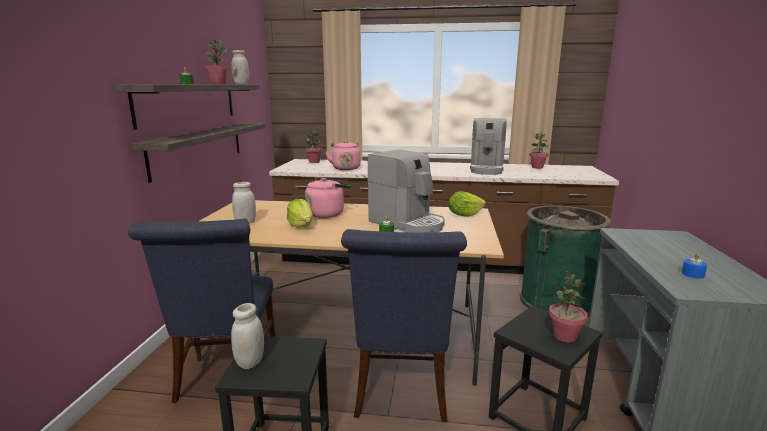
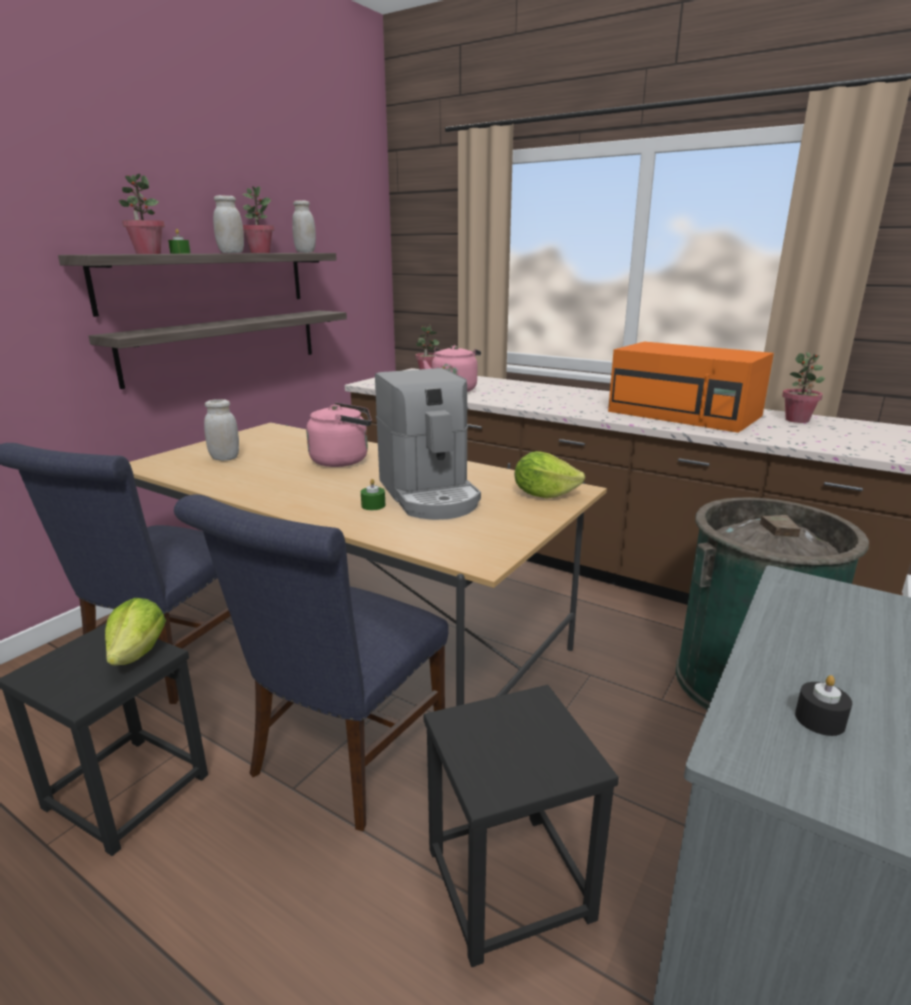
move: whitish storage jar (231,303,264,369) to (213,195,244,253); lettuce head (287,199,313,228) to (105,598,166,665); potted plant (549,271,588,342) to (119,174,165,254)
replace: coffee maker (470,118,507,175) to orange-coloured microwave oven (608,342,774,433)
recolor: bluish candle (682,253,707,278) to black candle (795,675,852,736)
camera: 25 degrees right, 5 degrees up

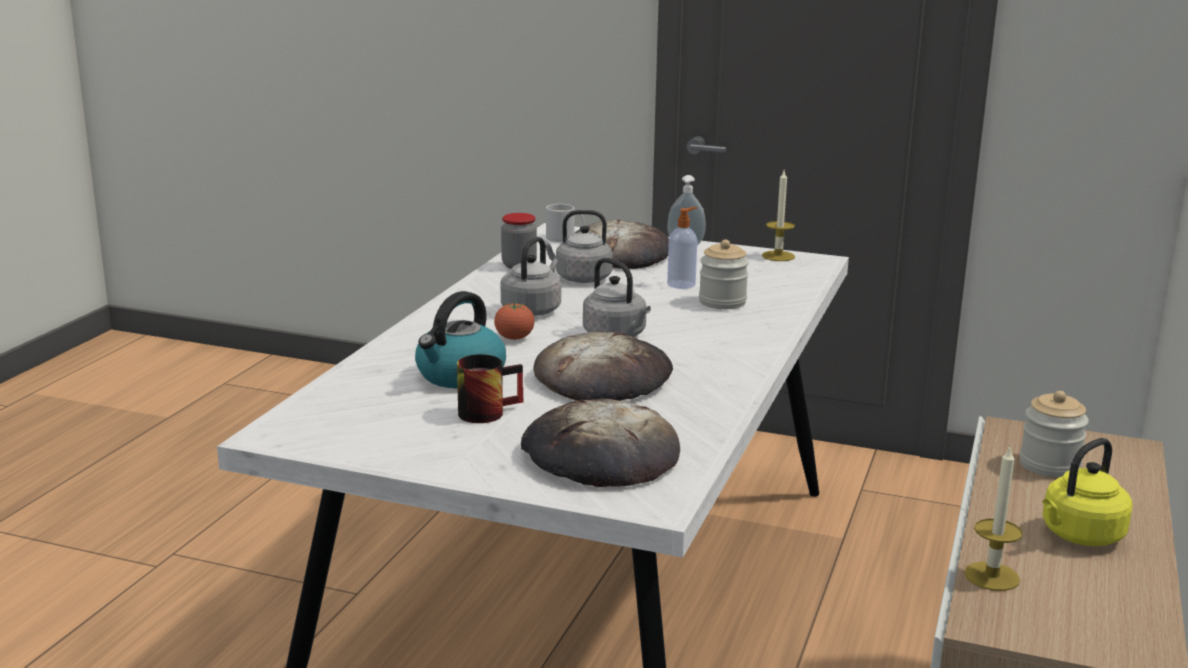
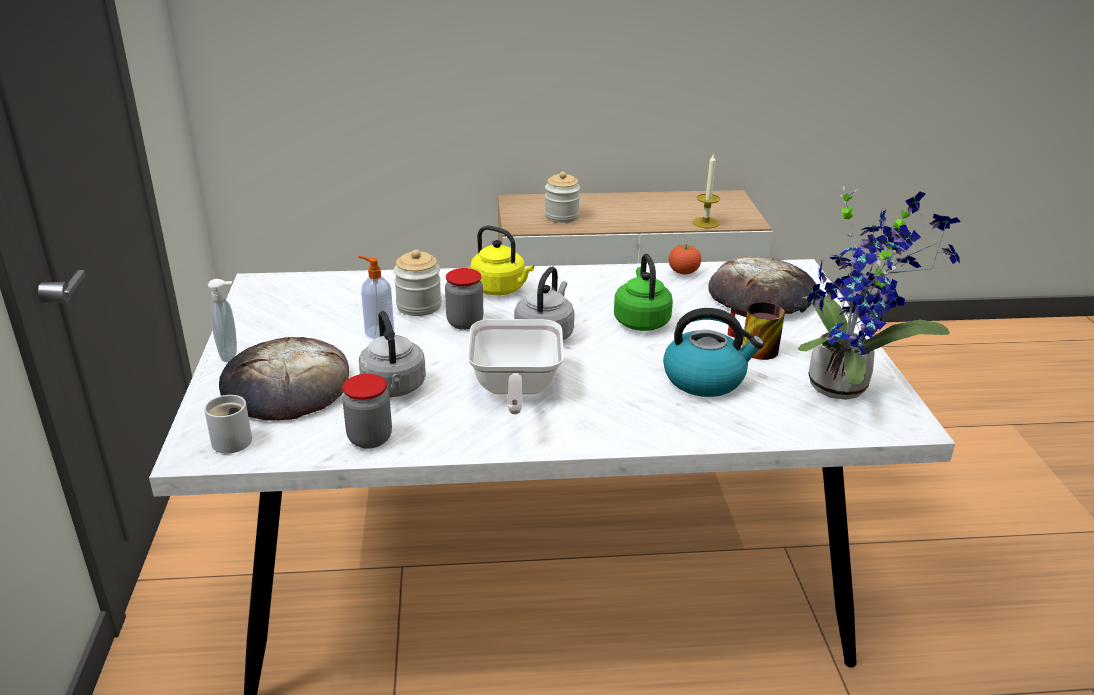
delete: candle (762,171,795,261)
insert: storage jar (445,268,483,330); potted plant (798,186,961,400)
move: fresh tomato (494,301,535,340) to (669,244,701,274); yellowish water kettle (1042,438,1133,546) to (470,225,534,295)
replace: gray water kettle (501,237,561,316) to pan (467,319,564,415); bread (533,331,673,401) to green-coloured water kettle (614,254,673,331)
camera: 115 degrees left, 10 degrees up

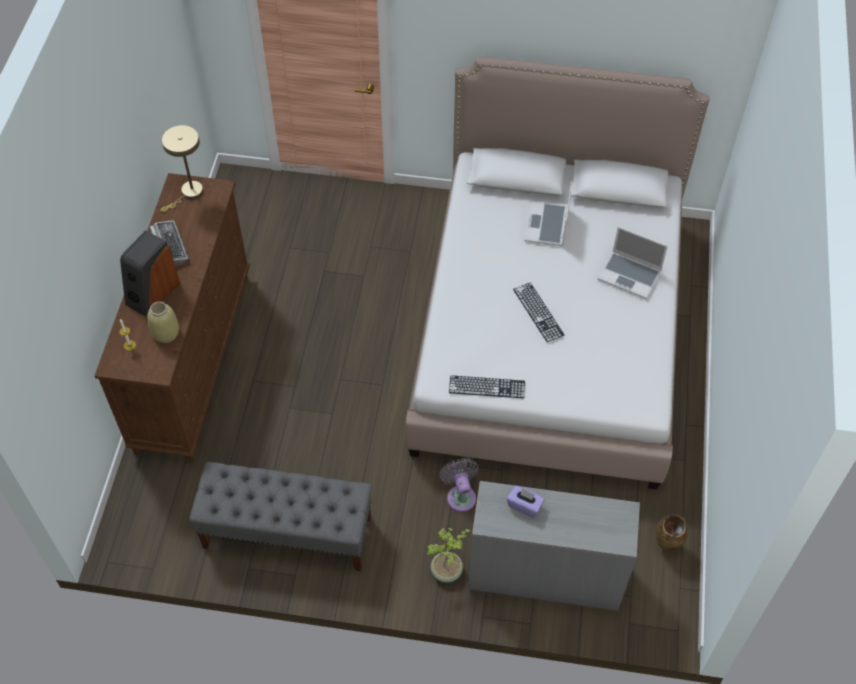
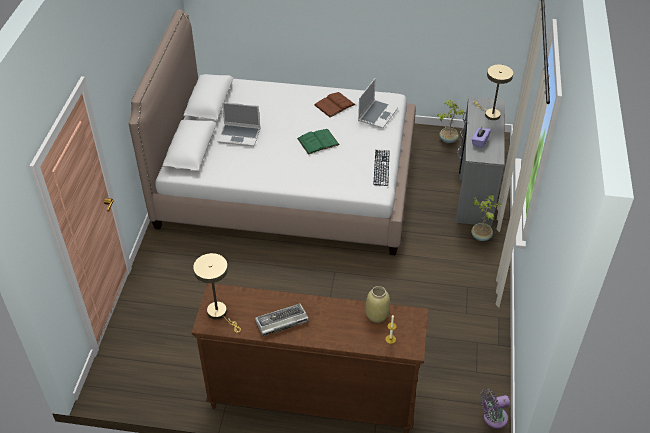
delete: speaker (120,230,180,316); gray indoor bench (189,462,372,571)
insert: brownish bound book (314,92,355,118); beige lamp for a table (473,65,513,120)
move: gray cooling fan (439,458,478,512) to (480,388,510,429); portable computer (598,227,668,299) to (358,78,398,129)
replace: computer keyboard (513,283,564,342) to green-coloured bound book (297,129,339,155); brownish vase (656,514,689,551) to potted plant (437,100,464,143)
camera: 90 degrees left, 10 degrees down

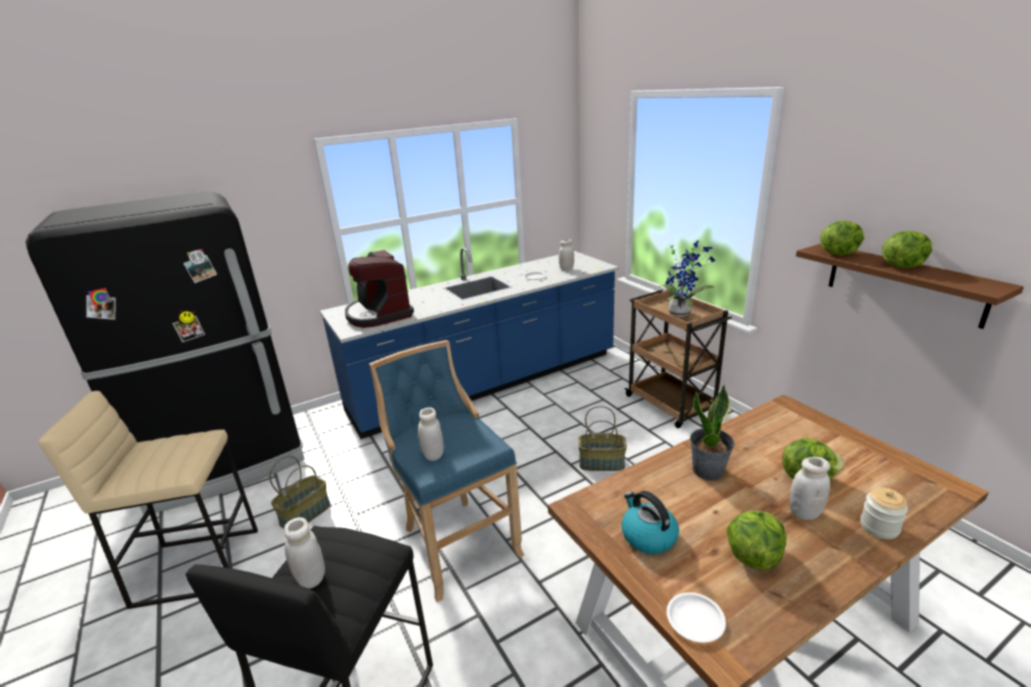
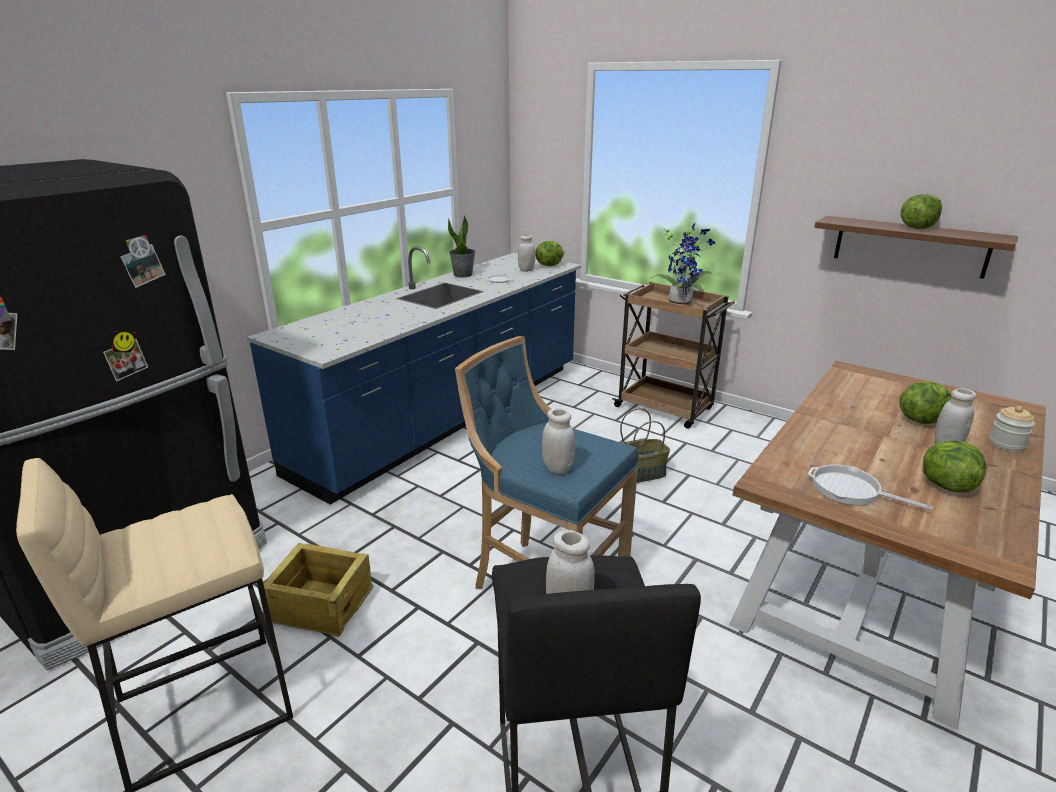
delete: coffee maker (345,250,414,328); whitish flat dish (667,592,726,642)
move: potted plant (690,384,735,480) to (448,215,475,277); lettuce head (820,221,865,255) to (535,241,565,266)
replace: basket (269,456,330,529) to packing crate (263,543,373,636); water kettle (622,491,679,554) to pan (808,464,932,510)
camera: 25 degrees left, 0 degrees up

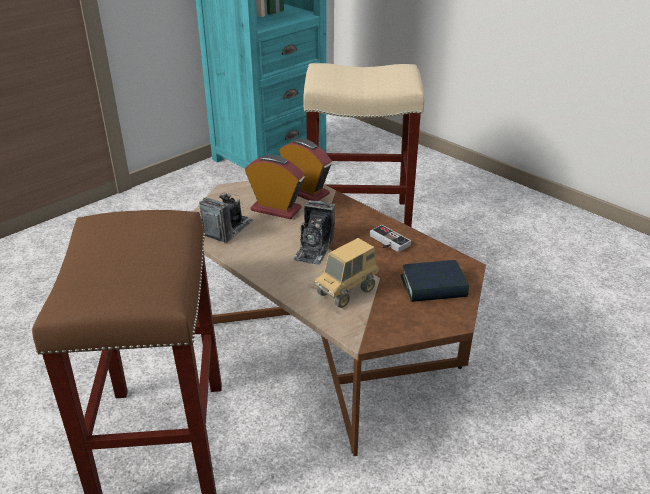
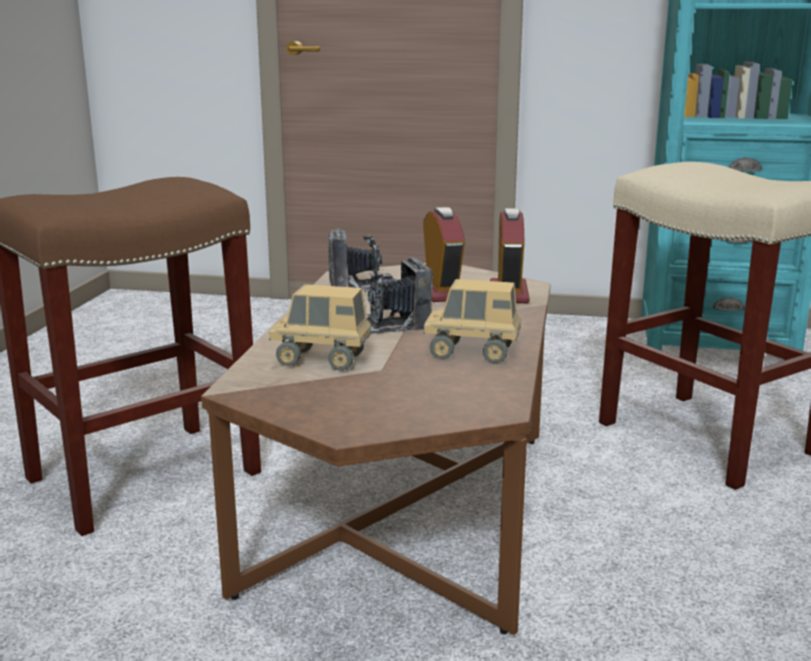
delete: bound book (401,260,469,302)
replace: gamepad (370,225,411,252) to toy lorry (423,279,521,364)
camera: 55 degrees right, 15 degrees down

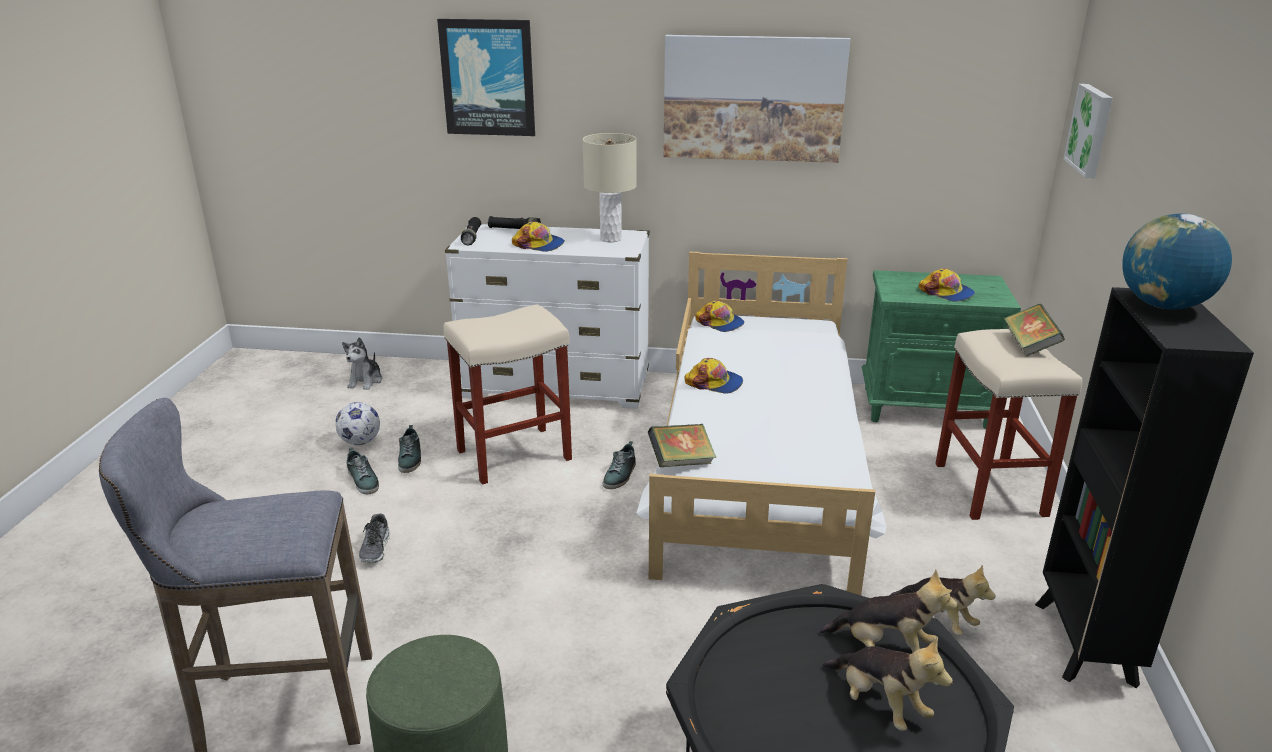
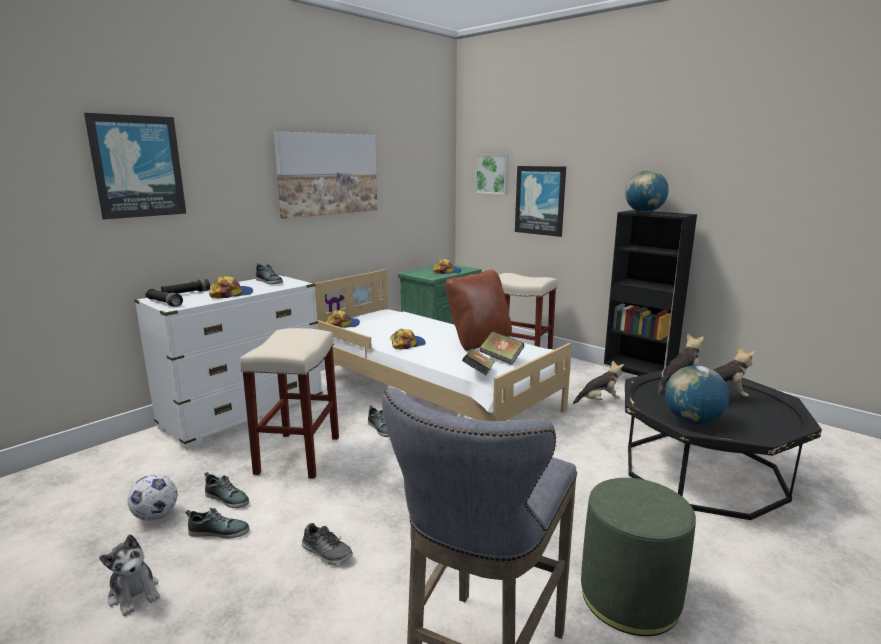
insert: brownish throw pillow (446,270,512,351); wall art (515,166,566,237); desk globe (665,365,729,424)
move: soft toy (342,337,382,390) to (99,534,160,616); bound book (1004,304,1065,356) to (480,331,524,365)
replace: beige lamp for a table (583,133,637,243) to item of footwear (256,263,283,284)
camera: 55 degrees left, 10 degrees down

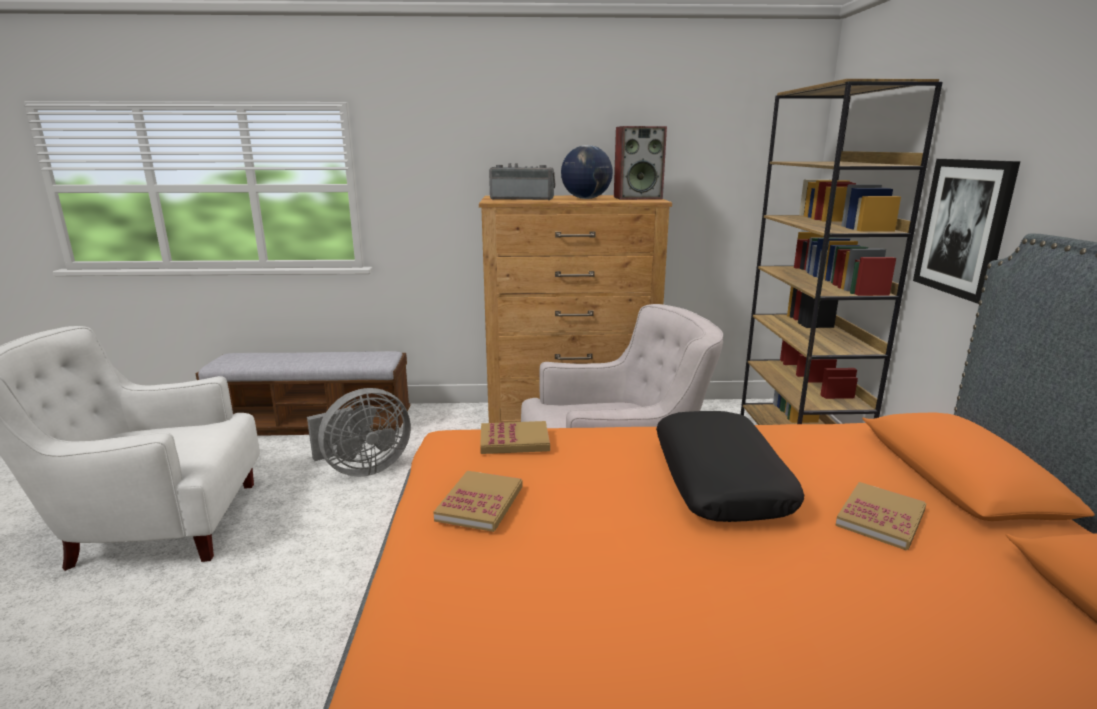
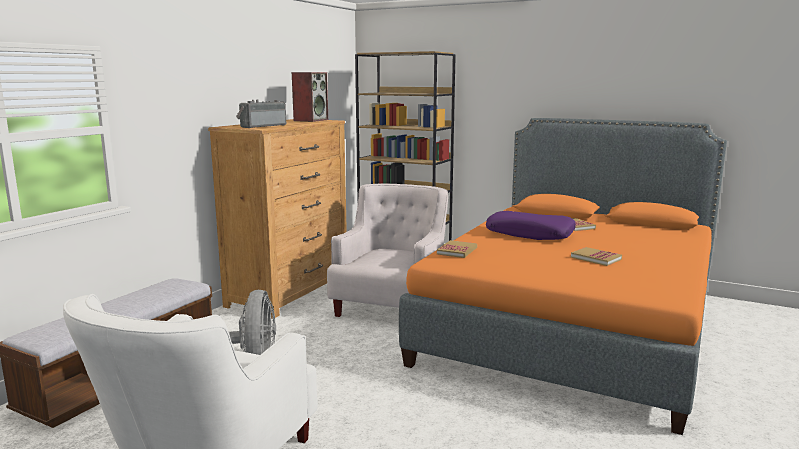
delete: desk globe (561,145,613,199); wall art (913,159,1020,304)
move: bound book (433,471,523,532) to (571,247,622,266)
recolor: black throw pillow (656,411,804,522) to purplish throw pillow (486,211,576,240)
camera: 60 degrees left, 5 degrees down

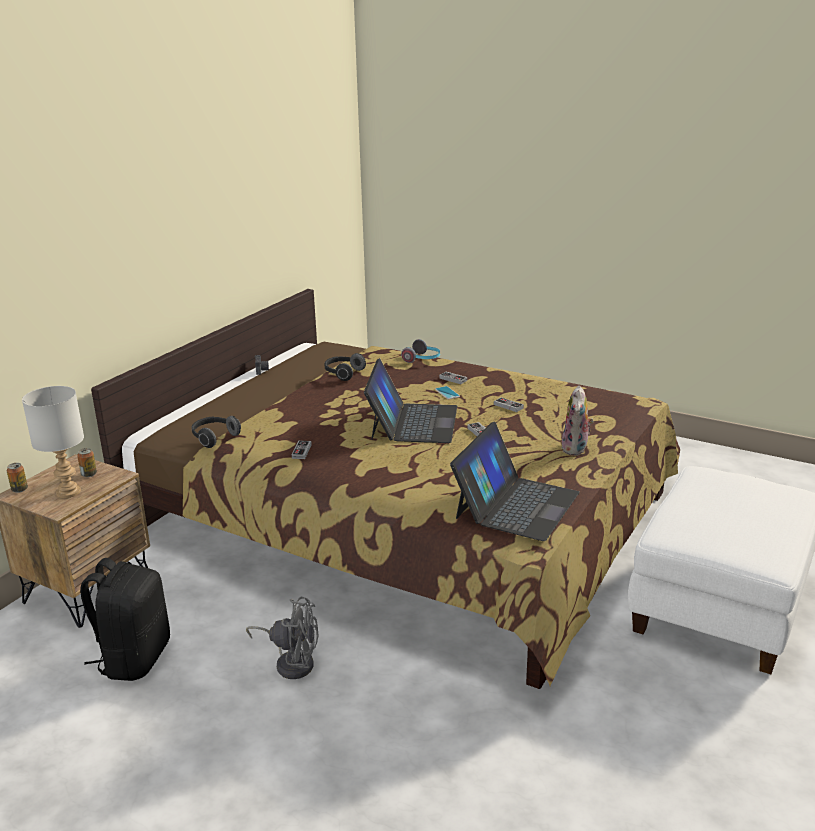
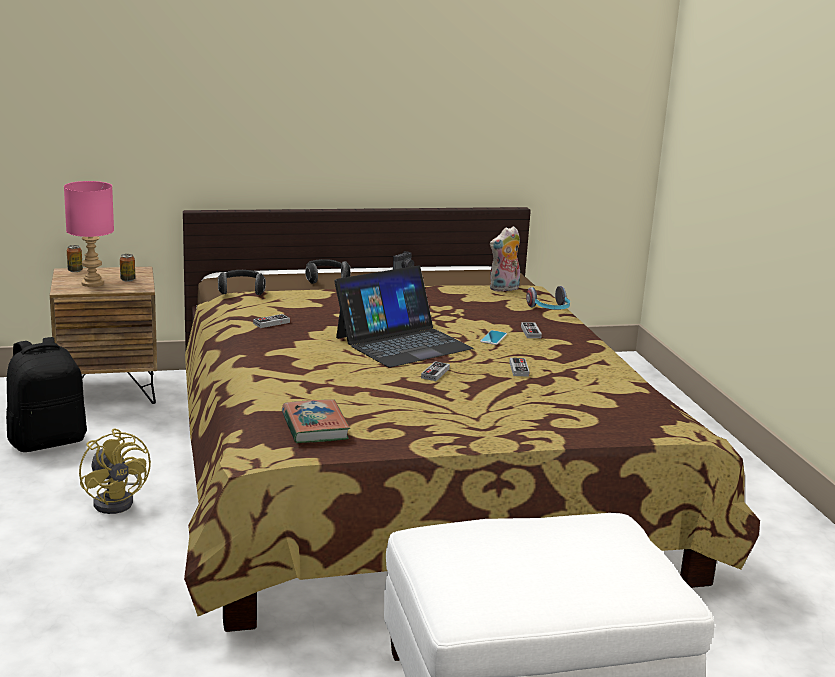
move: pair of headphones (325,353,366,381) to (305,259,351,284); soft toy (561,386,594,456) to (490,226,520,292)
replace: portable computer (450,422,580,541) to bound book (282,399,350,443)
recolor: gray lamp for a table (22,386,84,498) to pink lamp for a table (64,181,114,287); gray cooling fan (246,597,319,679) to yellowish cooling fan (79,428,151,514)
camera: 45 degrees right, 5 degrees down

